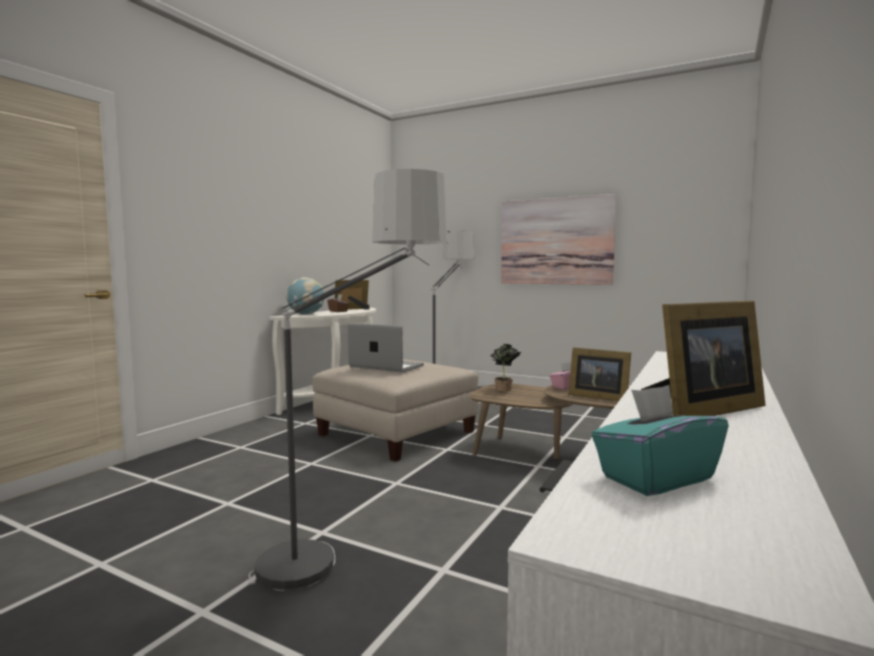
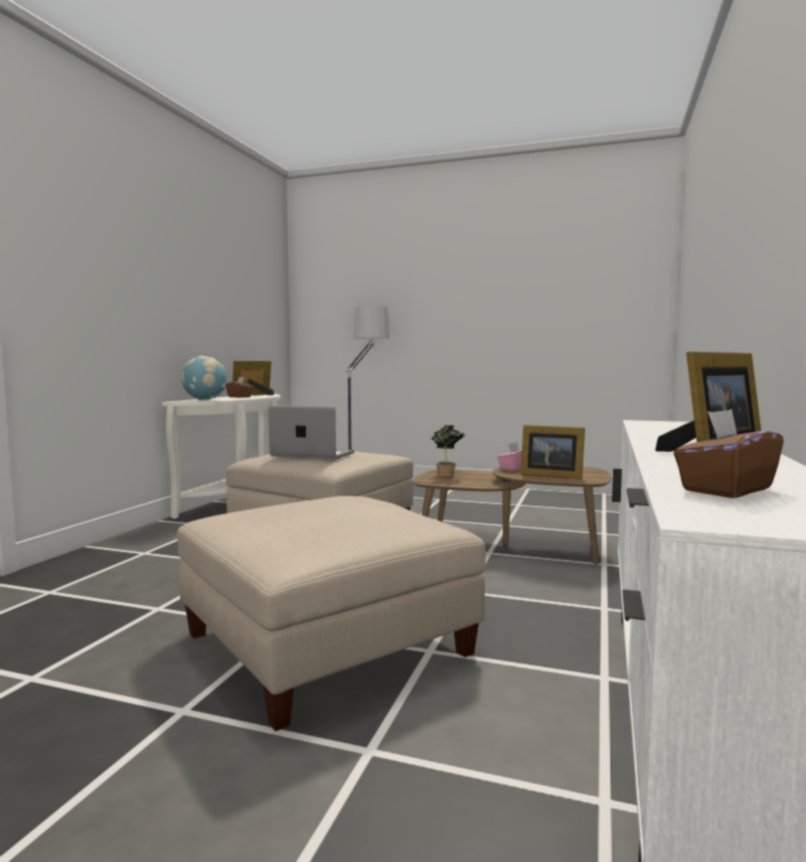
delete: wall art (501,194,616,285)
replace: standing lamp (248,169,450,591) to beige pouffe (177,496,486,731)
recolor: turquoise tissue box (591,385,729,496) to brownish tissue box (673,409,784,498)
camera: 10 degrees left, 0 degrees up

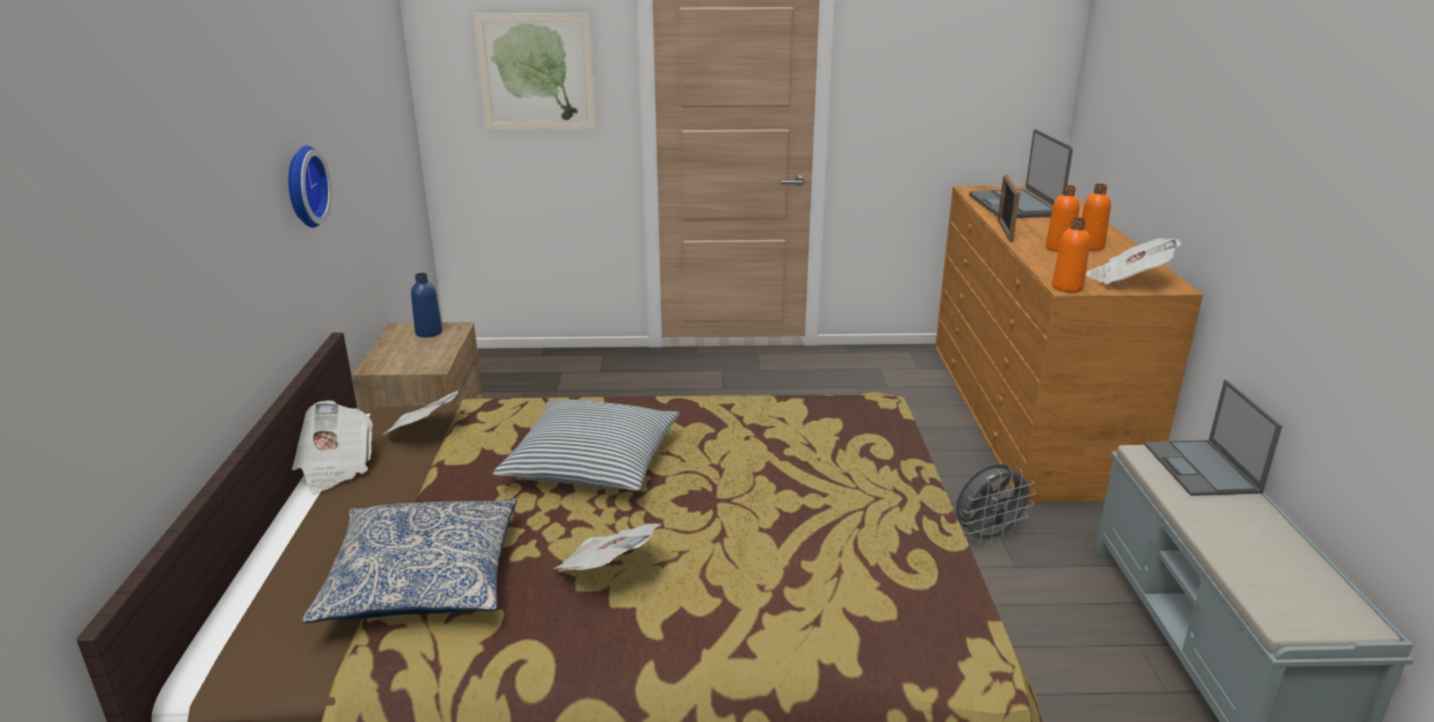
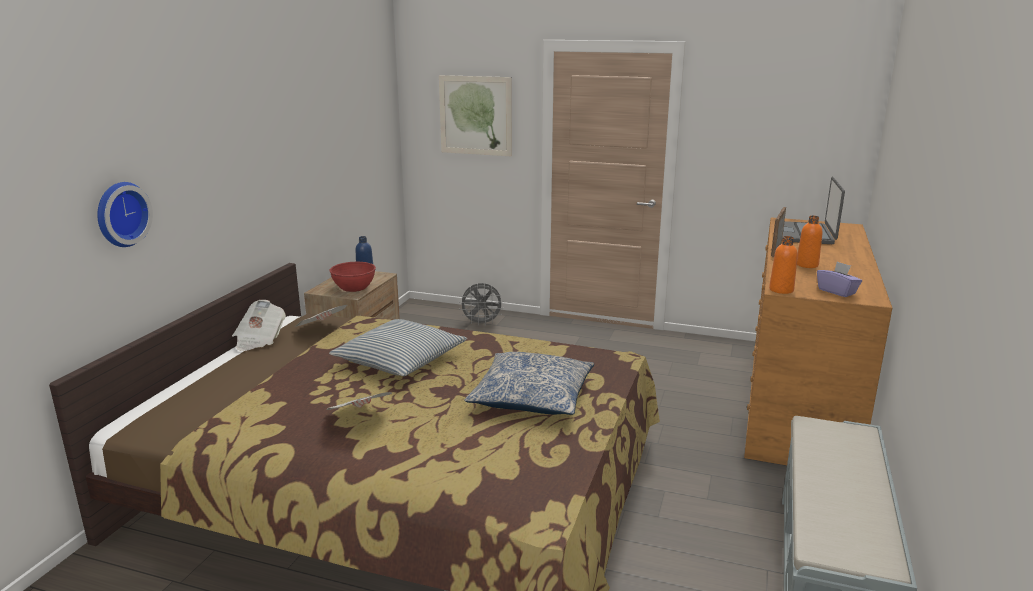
delete: orange-coloured drink bottle (1082,184,1111,251); portable computer (1144,379,1282,496)
insert: red-coloured deep dish (329,262,376,292)
move: clock on the wall (288,146,332,228) to (97,182,153,247); throw pillow (302,498,517,623) to (465,352,594,415); gray cooling fan (956,464,1036,545) to (459,283,504,326)
replace: newspaper (1086,238,1181,285) to purplish tissue box (817,262,862,297)
camera: 20 degrees right, 5 degrees down

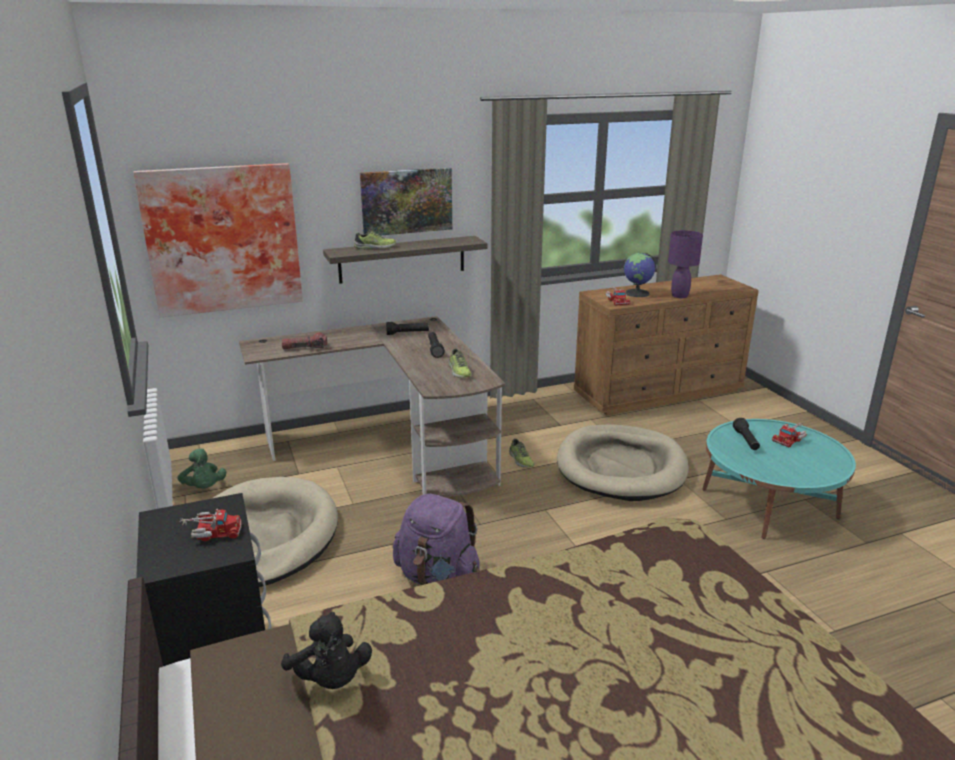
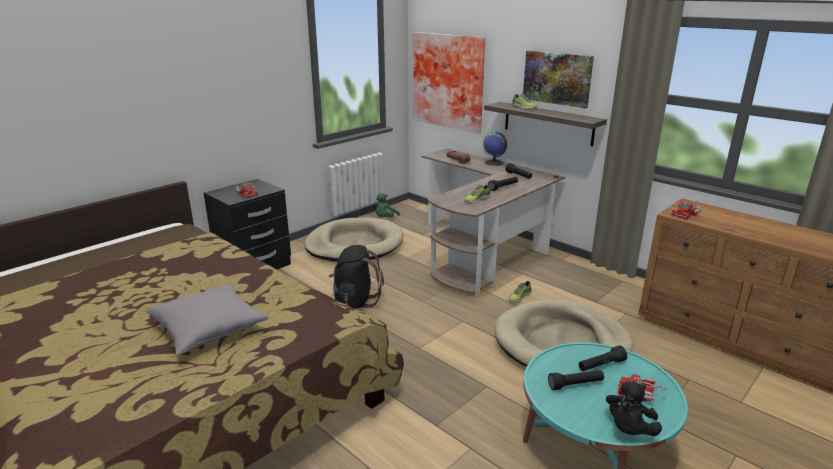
delete: purplish lamp for a table (668,230,703,298)
insert: gray throw pillow (146,284,268,356); black hand torch (548,370,604,390)
move: black soft toy (281,612,372,689) to (606,381,662,436); desk globe (624,253,656,297) to (483,131,507,166)
recolor: purplish knapsack (393,494,480,585) to black knapsack (329,245,384,309)
camera: 65 degrees right, 0 degrees up

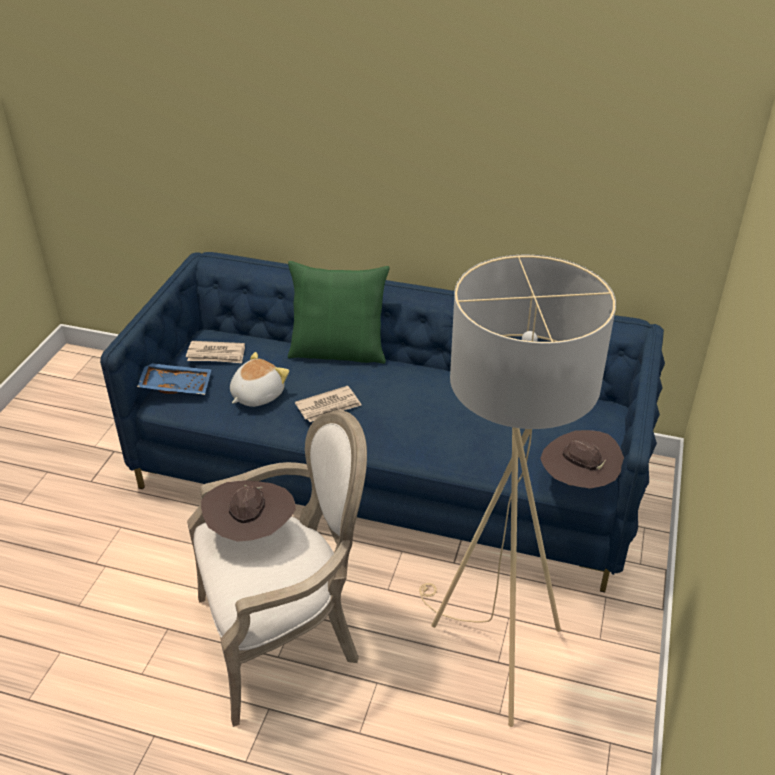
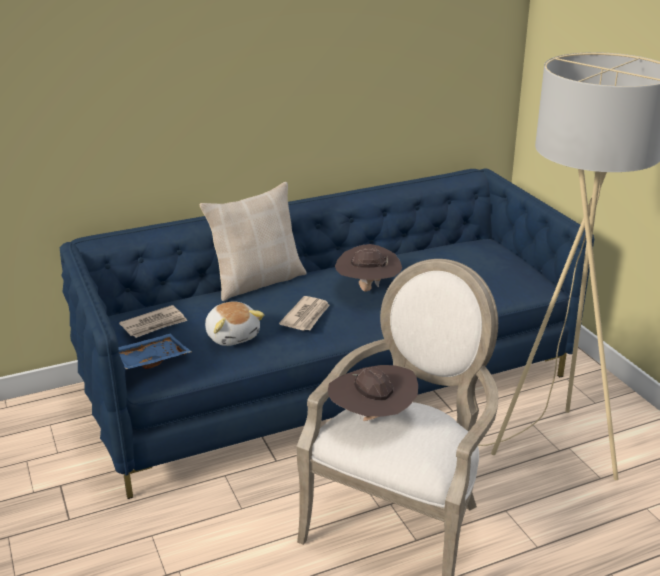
move: brownish hat (540,430,624,489) to (335,244,402,292)
recolor: green-coloured throw pillow (288,261,390,364) to beige throw pillow (200,182,307,301)
rotate: soft toy (230,352,289,407) = (205,301,265,346) 150 degrees clockwise
camera: 40 degrees left, 10 degrees down

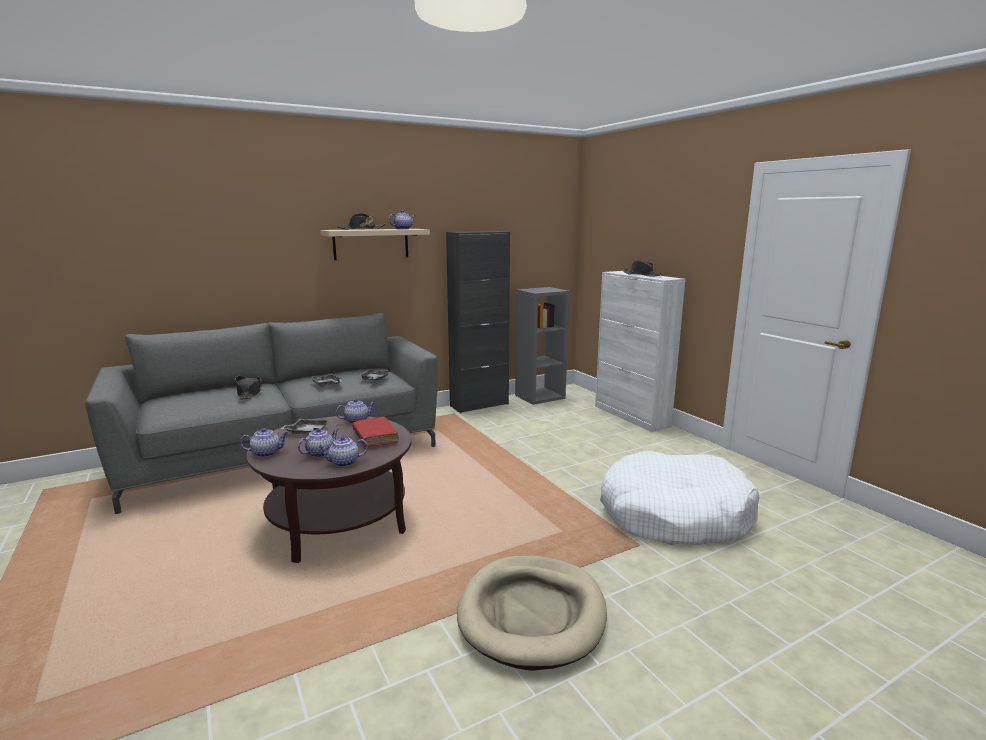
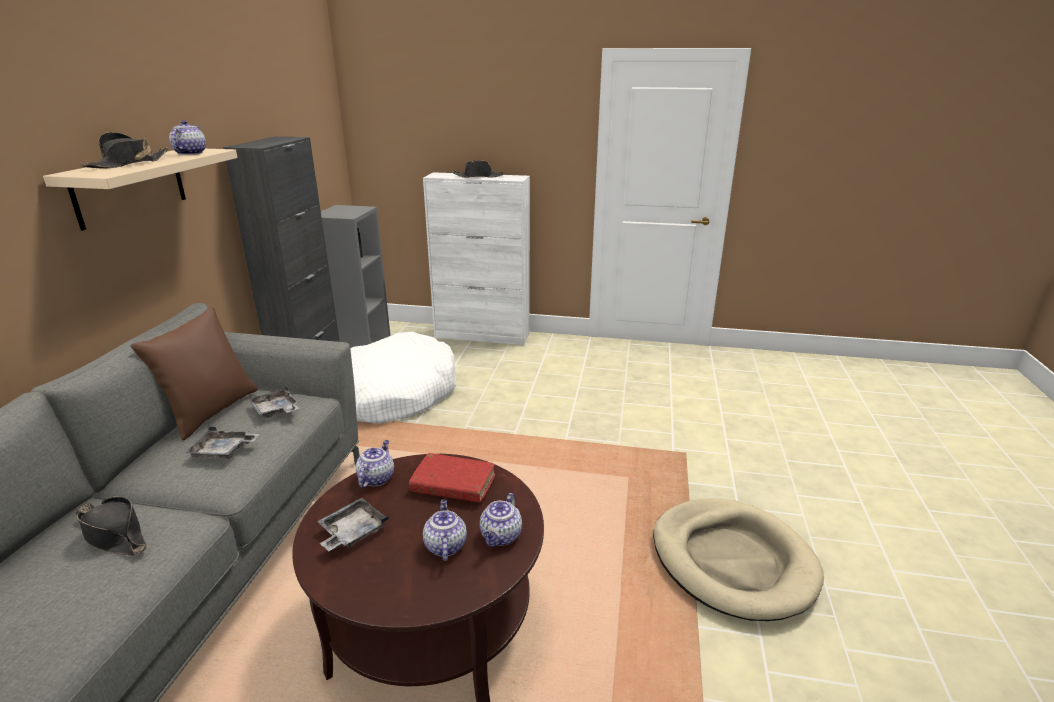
delete: tea pot (240,428,288,457)
insert: brownish throw pillow (130,307,258,440)
move: whitish pet bed (600,451,760,545) to (350,332,456,424)
camera: 50 degrees left, 10 degrees up

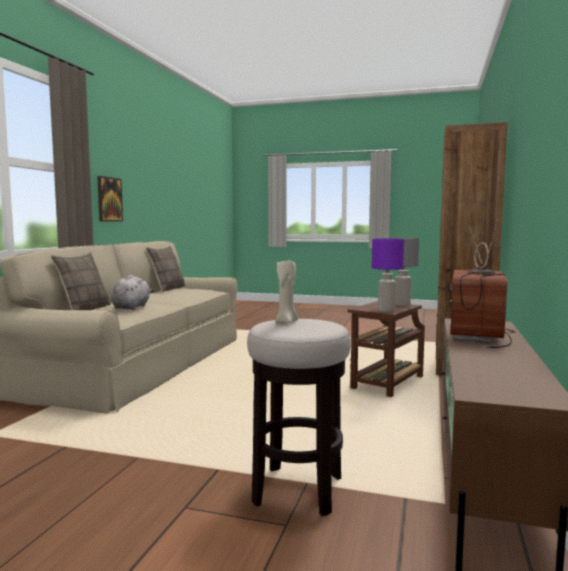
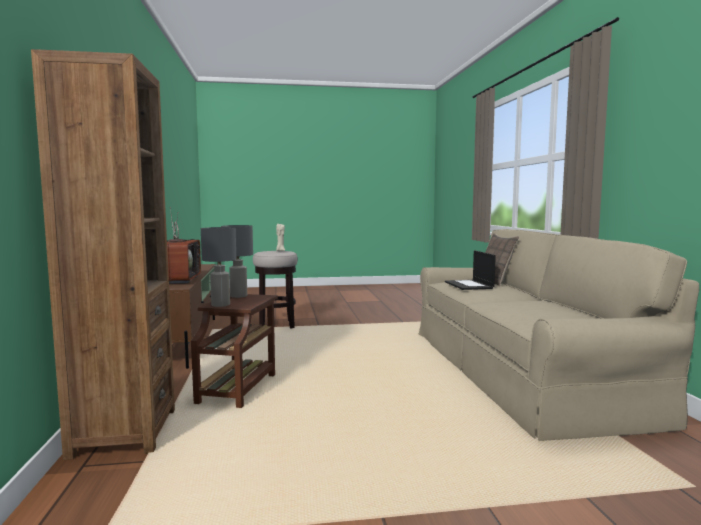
delete: wall art (97,176,123,222); throw pillow (146,246,185,292)
replace: gray soft toy (111,275,154,310) to portable computer (445,250,496,290)
recolor: purplish lamp for a table (372,238,404,312) to gray lamp for a table (221,225,253,298)
camera: 155 degrees right, 0 degrees up

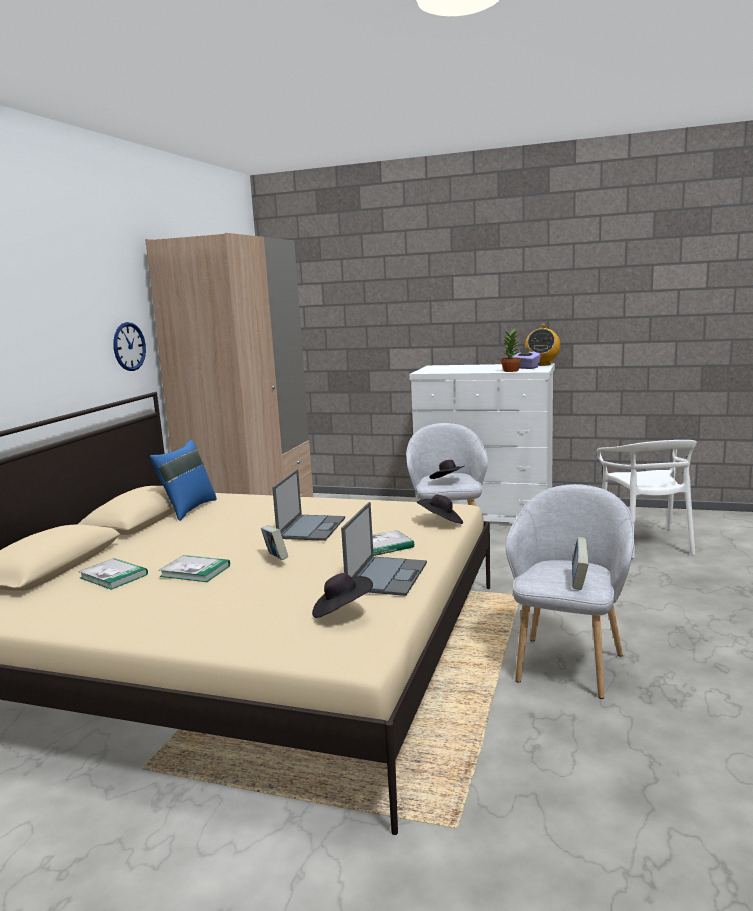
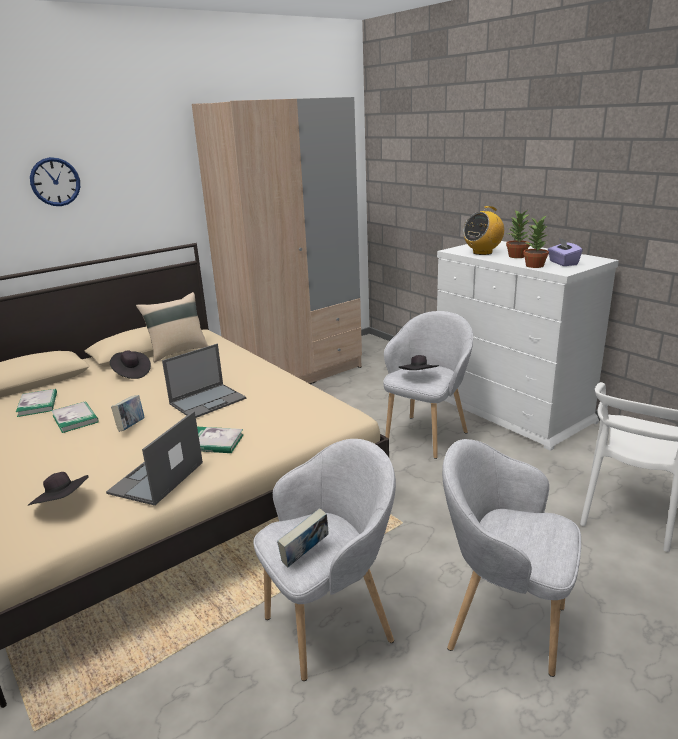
insert: gray lounge chair (442,439,581,677); potted plant (506,210,530,258)
move: clock on the wall (113,322,146,371) to (30,157,80,206); black hat (417,494,463,524) to (110,350,151,379); radio receiver (525,324,560,366) to (463,206,504,255)
recolor: bluish throw pillow (150,439,217,521) to beige throw pillow (136,292,208,363)
rotate: portable computer (341,502,427,596) = (106,411,203,506) 150 degrees clockwise
camera: 35 degrees right, 10 degrees up

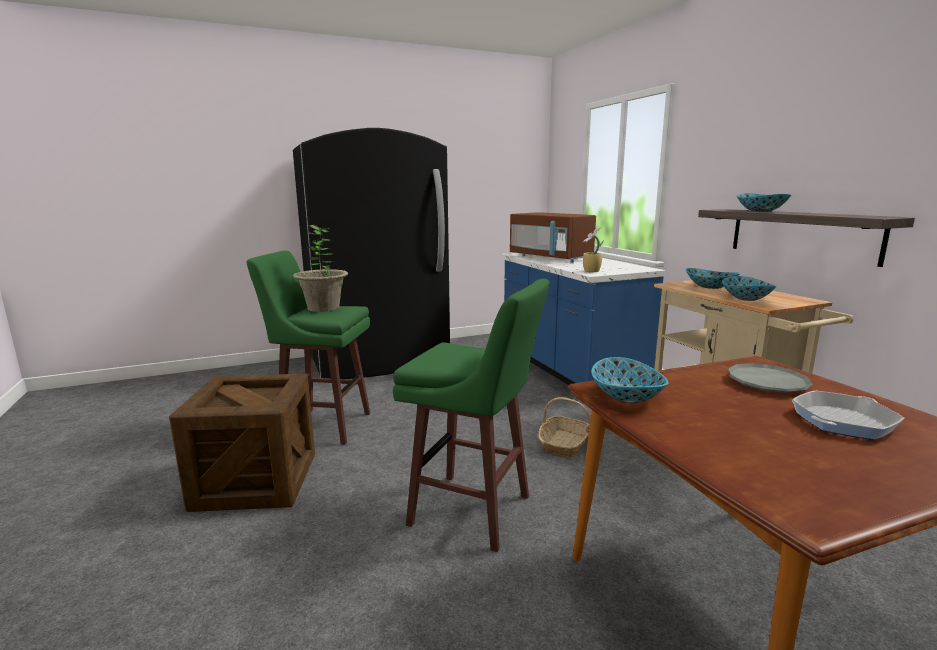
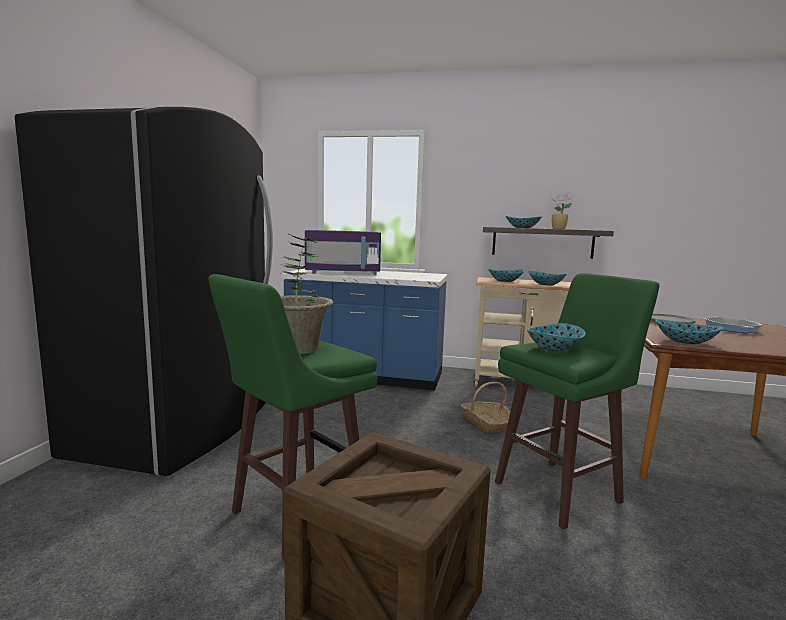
insert: deep dish (527,323,586,351)
move: potted plant (583,227,604,272) to (552,193,572,229)
recolor: brownish microwave oven (510,212,596,263) to purplish microwave oven (305,230,381,275)
camera: 55 degrees left, 5 degrees down

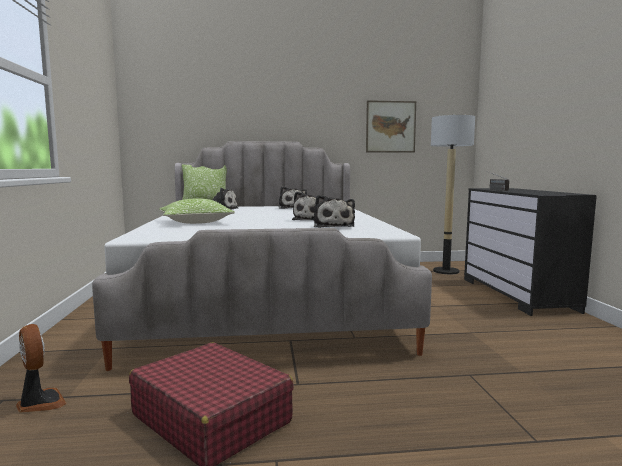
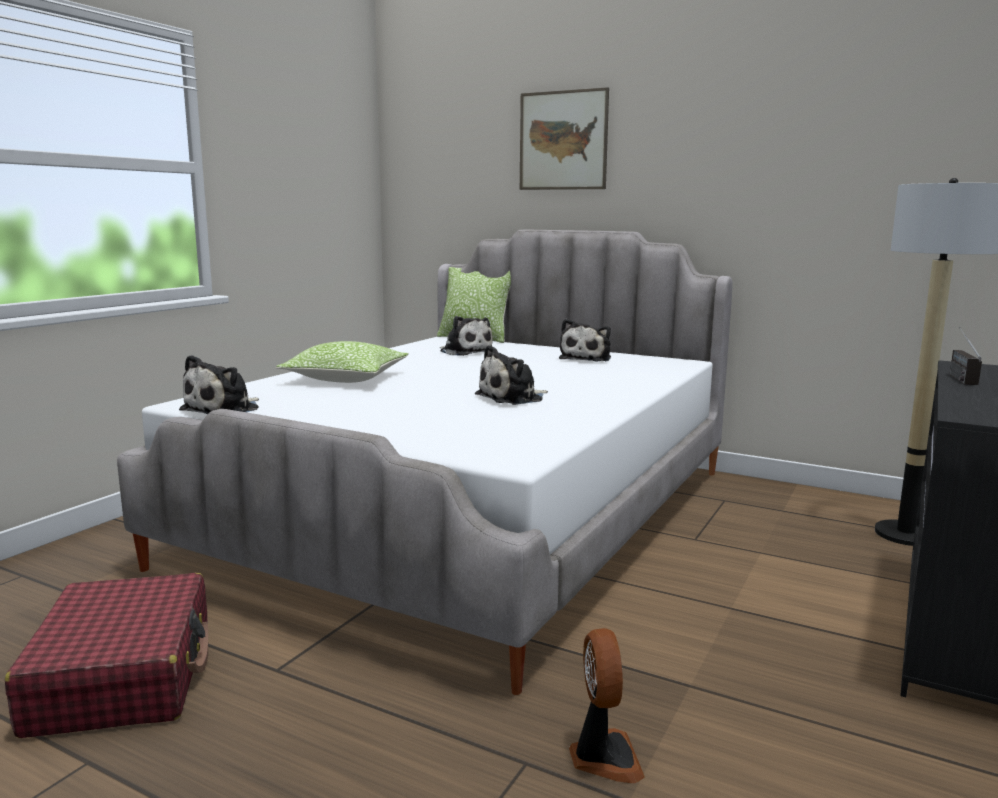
move: cooling fan (16,324,67,412) to (569,628,645,783); soft toy (314,195,355,228) to (179,355,259,414); wall art (366,100,416,153) to (520,87,609,190)
camera: 35 degrees right, 5 degrees up

